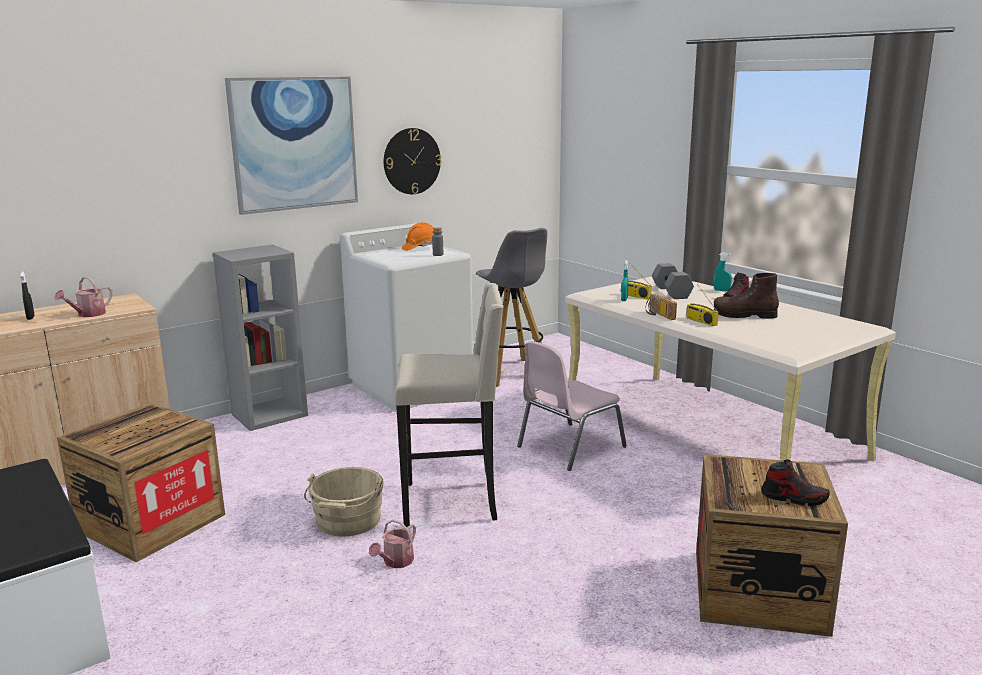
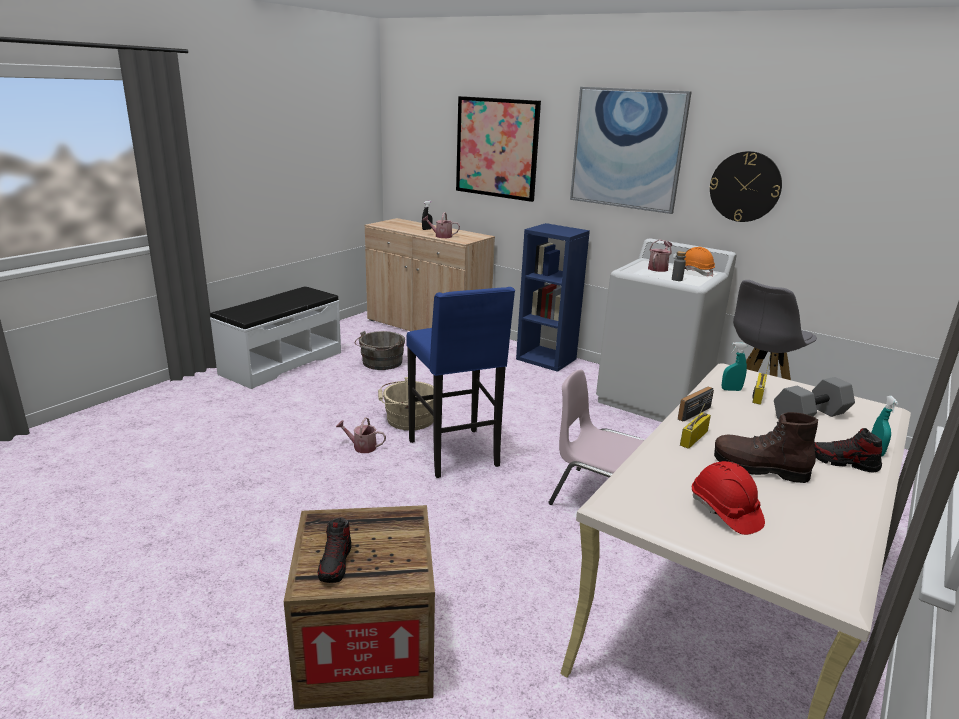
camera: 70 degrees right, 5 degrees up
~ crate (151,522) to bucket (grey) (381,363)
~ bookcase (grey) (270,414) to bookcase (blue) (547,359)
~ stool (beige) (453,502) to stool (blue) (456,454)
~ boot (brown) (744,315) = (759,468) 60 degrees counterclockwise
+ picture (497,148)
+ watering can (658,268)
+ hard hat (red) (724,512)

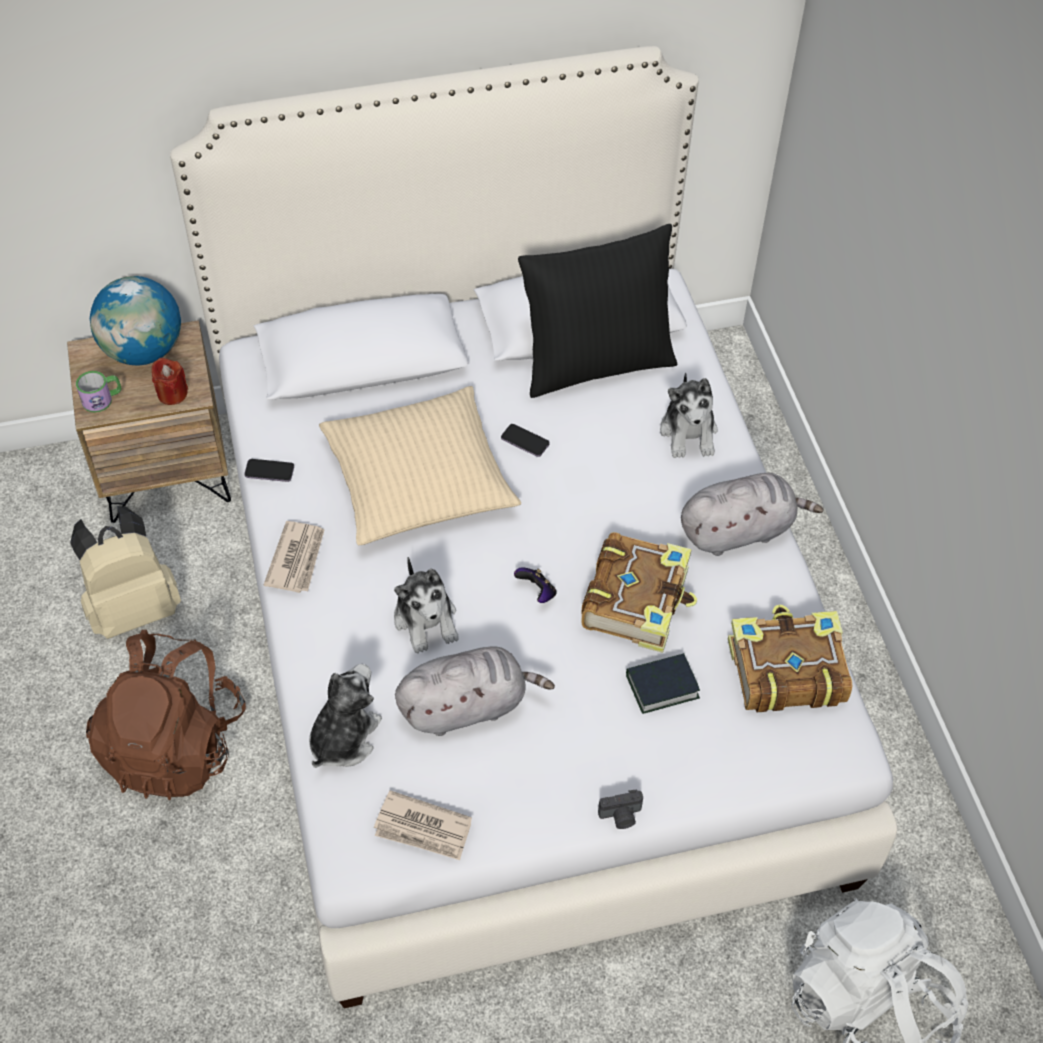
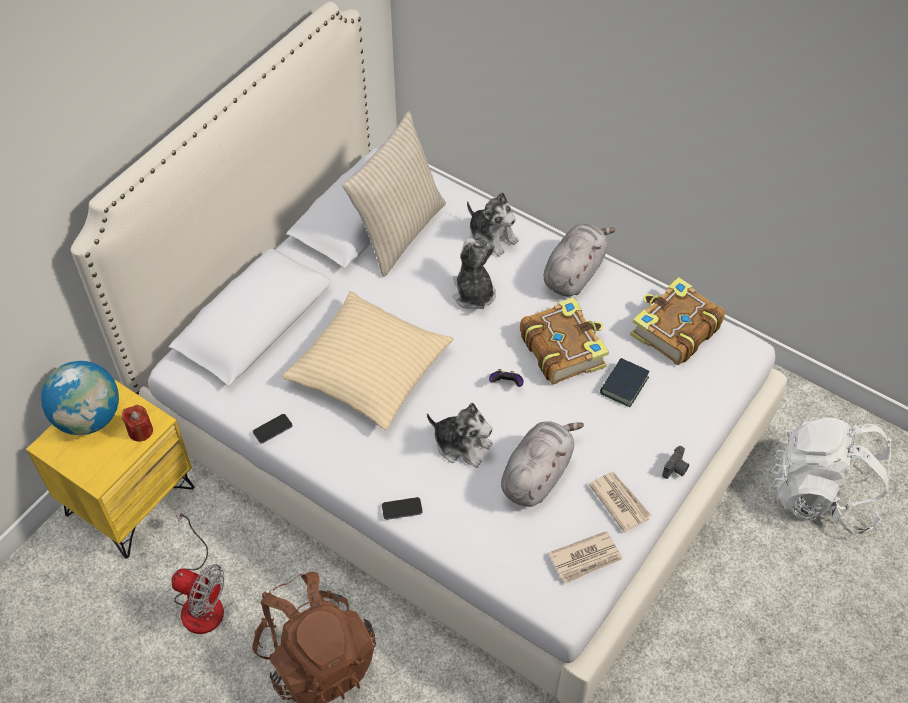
camera: 40 degrees left, 0 degrees up
~ nightstand (brown) (166,472) to nightstand (yellow) (129,500)
~ backpack (beige) (133,608) to fan (200,599)
- mug (102,399)
~ newspaper (297,559) to (619,501)
~ plush toy (343,737) to (473,293)
~ phone (525,441) to (402,509)
~ pillow (black) (595,362) to pillow (beige) (398,231)

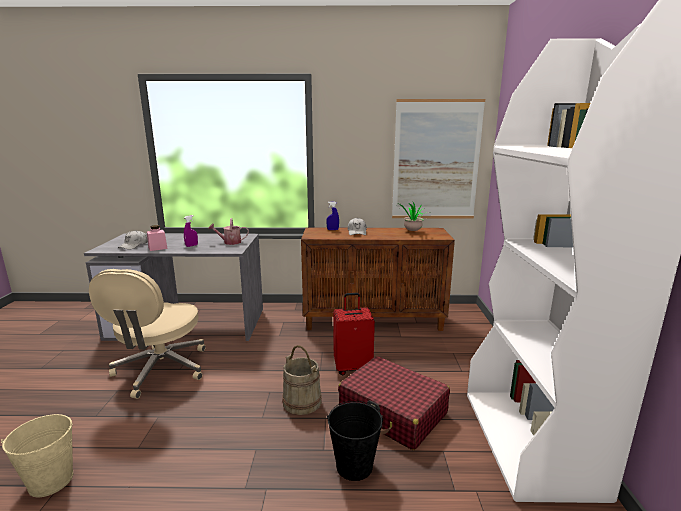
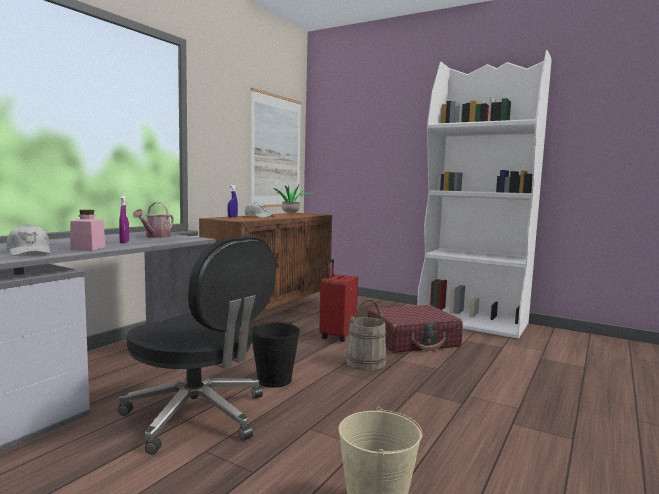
camera: 60 degrees left, 10 degrees down
~ office chair (beige) (160,370) to office chair (black) (198,416)
~ bucket (black) (354,466) to (274,380)

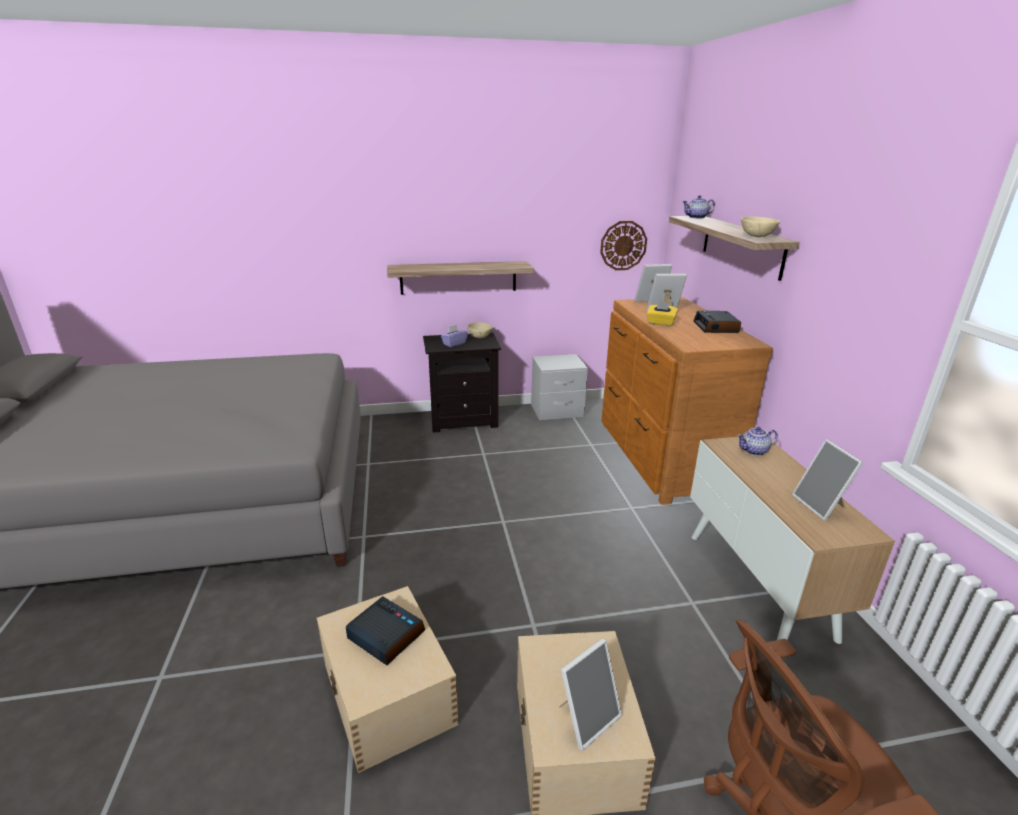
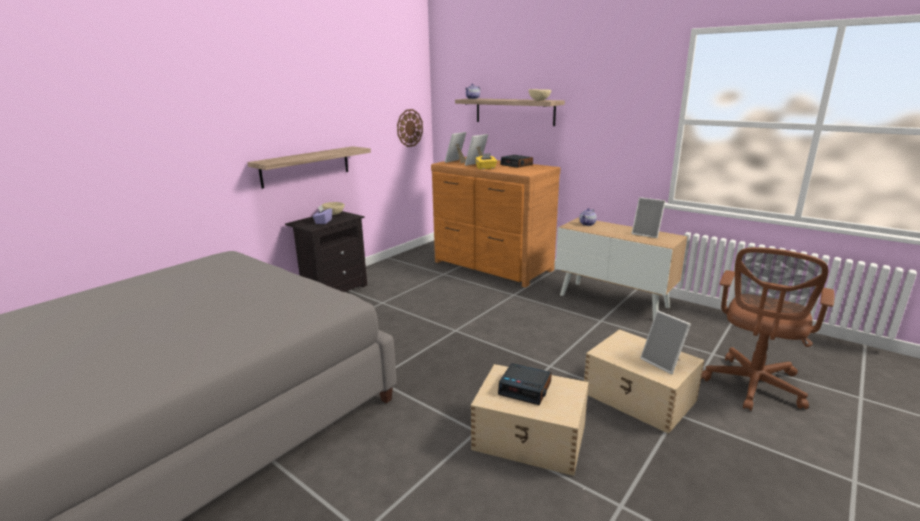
camera: 40 degrees left, 5 degrees down
~ alarm clock (385,635) = (525,388) 150 degrees counterclockwise
- nightstand (grey) (556,411)
~ picture frame (586,717) = (663,362) 135 degrees clockwise

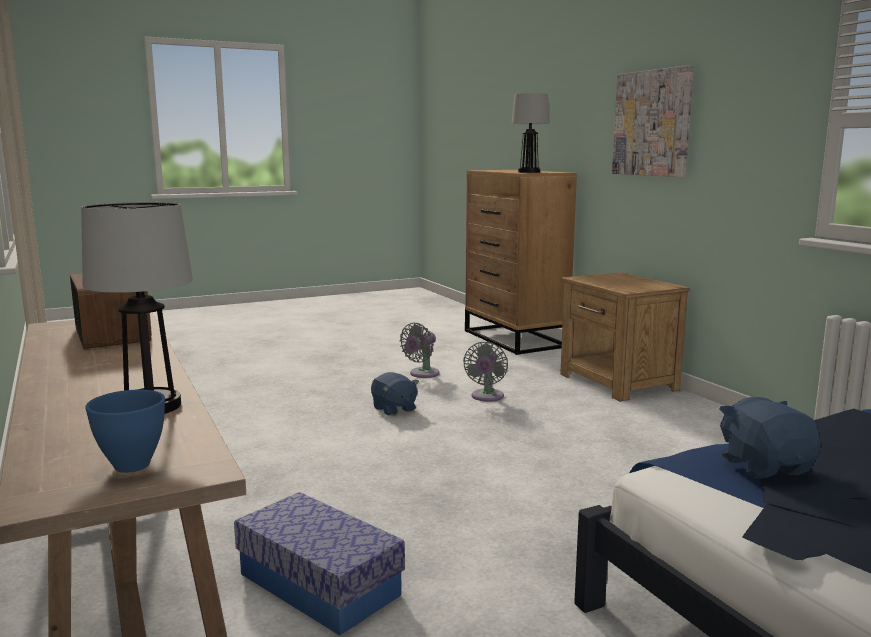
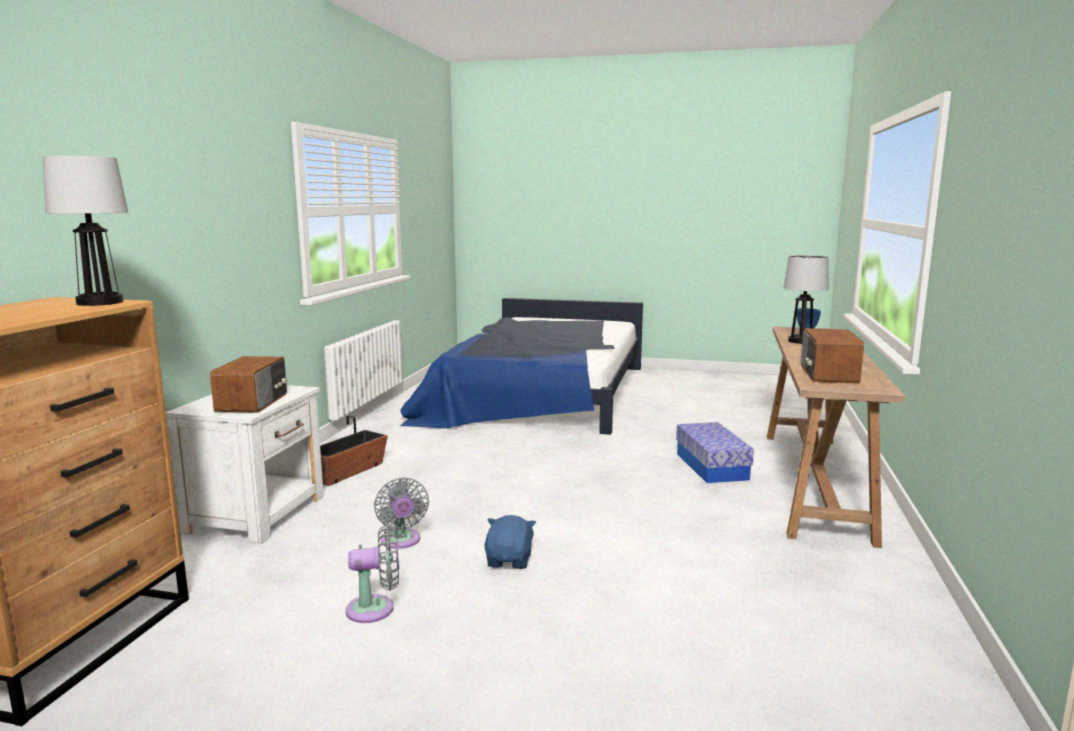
camera: 140 degrees left, 0 degrees up
~ fan (grey) (486,397) = (401,541) 105 degrees clockwise
~ nightstand (brown) (618,382) to nightstand (white) (258,513)
- picture (652,123)
- plush toy (blue) (765,466)
+ radio (253,402)
+ planter (348,472)

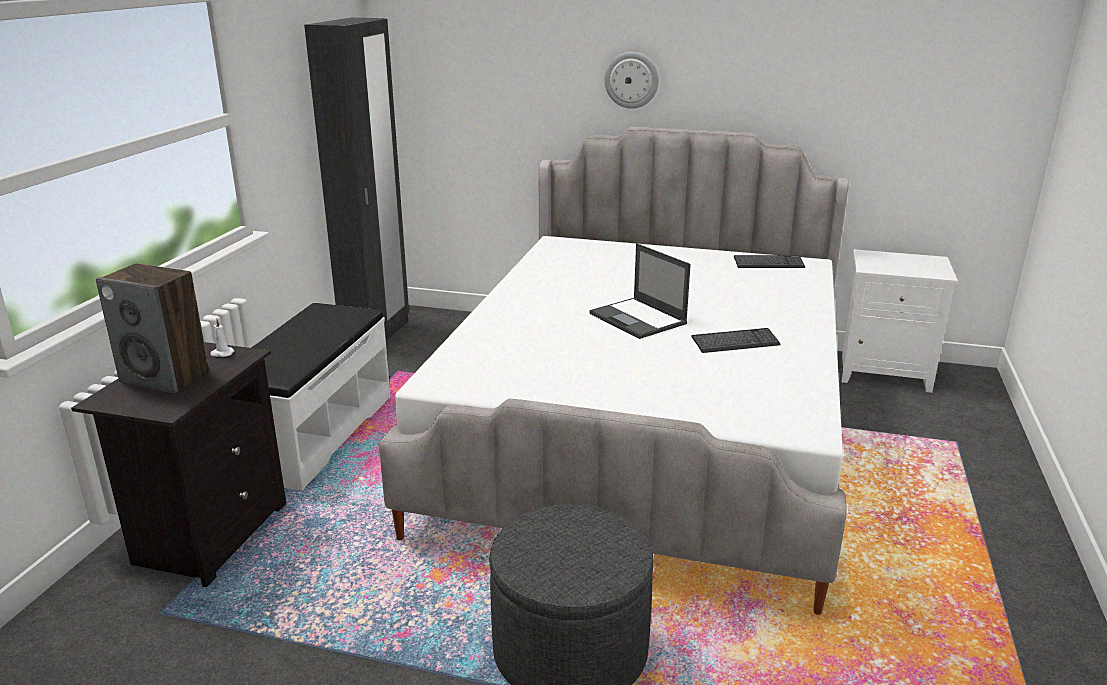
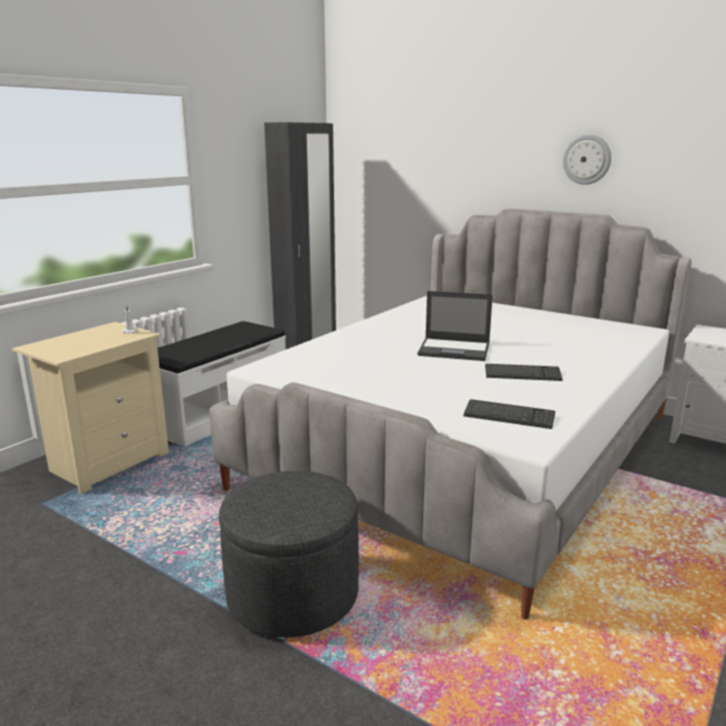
camera: 20 degrees right, 5 degrees down
~ nightstand (black) (209,535) to nightstand (beige) (107,463)
- speaker (166,377)
~ laptop (638,319) = (455,350) 60 degrees counterclockwise
~ wall clock (631,80) to (587,159)
~ keyboard (768,263) to (509,416)

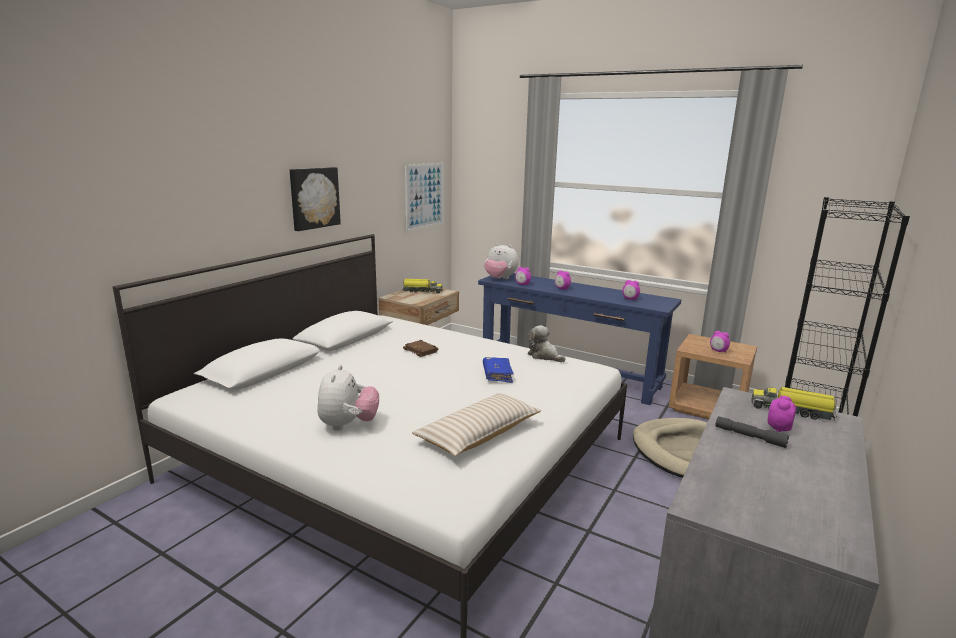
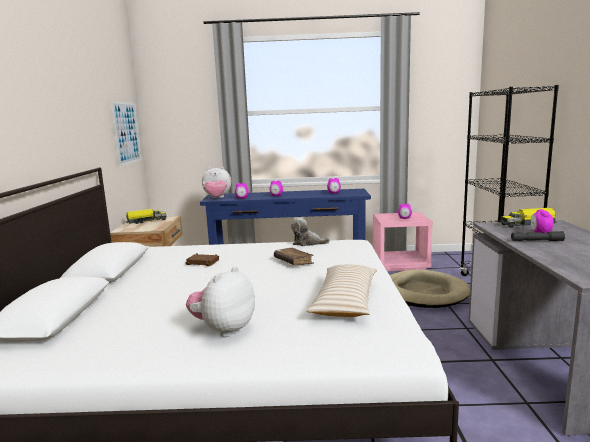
camera: 30 degrees left, 5 degrees down
- picture (314,198)
~ plush toy (348,425) = (223,329) 120 degrees counterclockwise
~ book (blue) (497,375) to book (brown) (293,262)
~ nightstand (brown) (708,408) to nightstand (pink) (400,264)

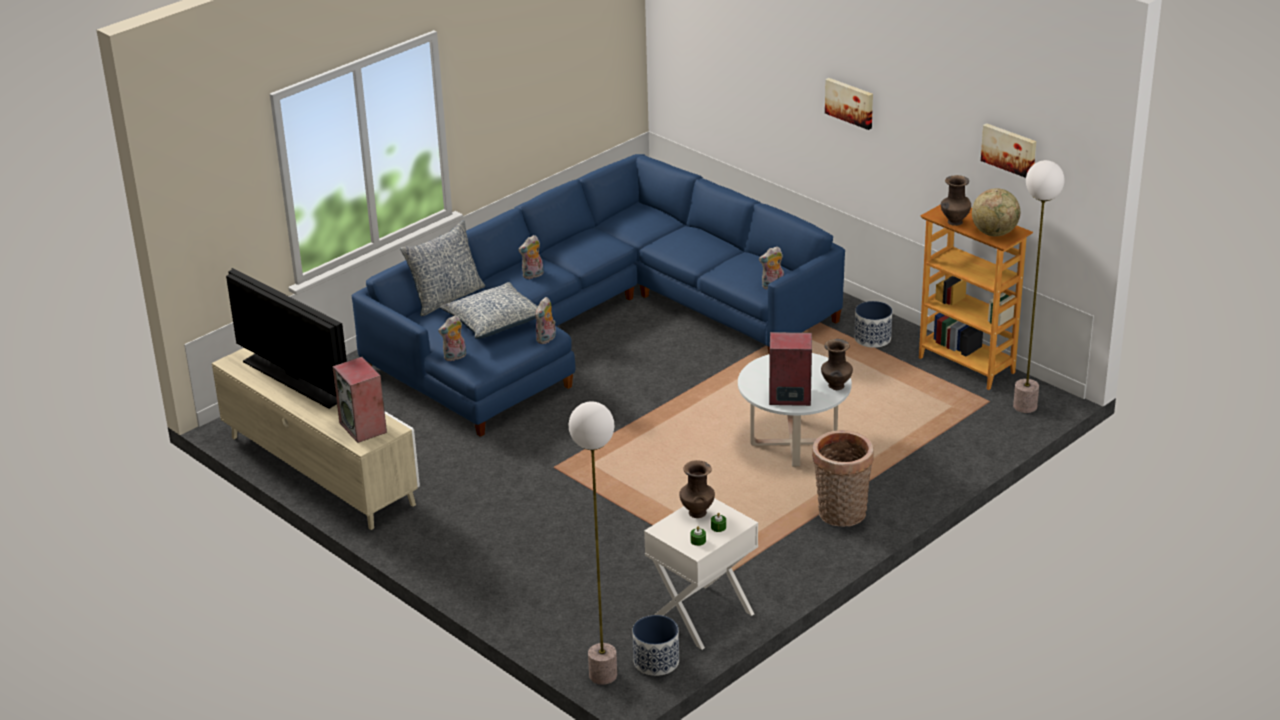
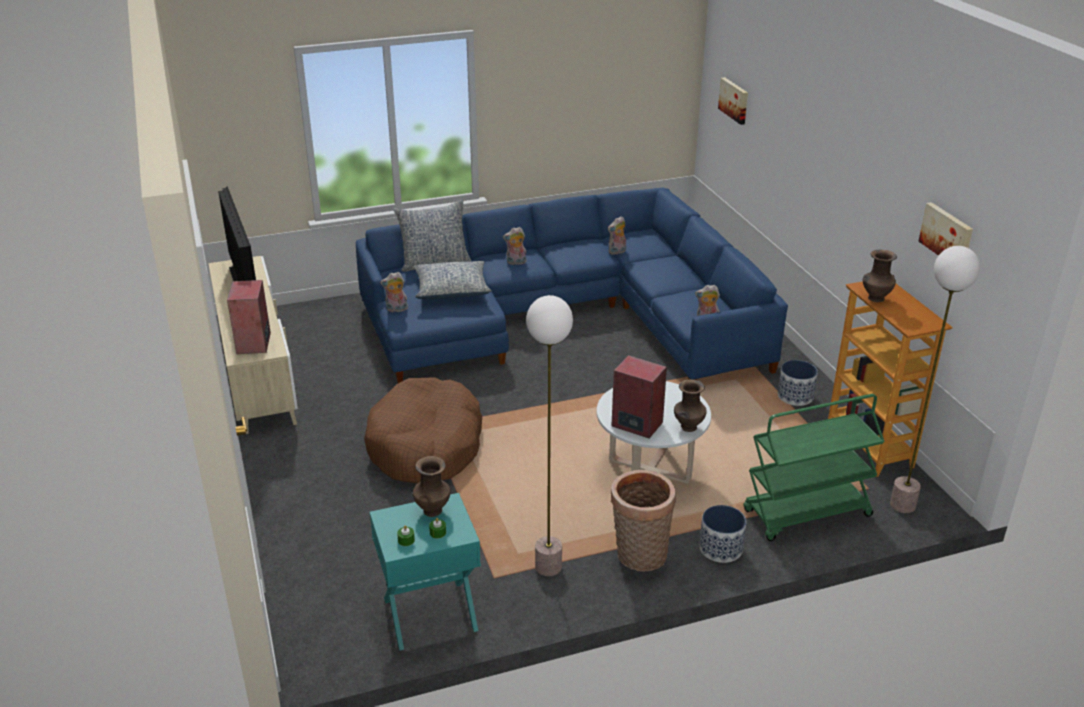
camera: 25 degrees right, 0 degrees up
~ plush toy (546,339) to (617,252)
~ floor lamp (603,675) to (549,566)
~ planter (656,661) to (720,548)
~ nightstand (white) (703,616) to nightstand (turquoise) (430,615)
~ picture (850,102) to (734,100)
- globe (994,233)
+ dog bed (brown) (426,446)
+ cart (green) (806,514)

